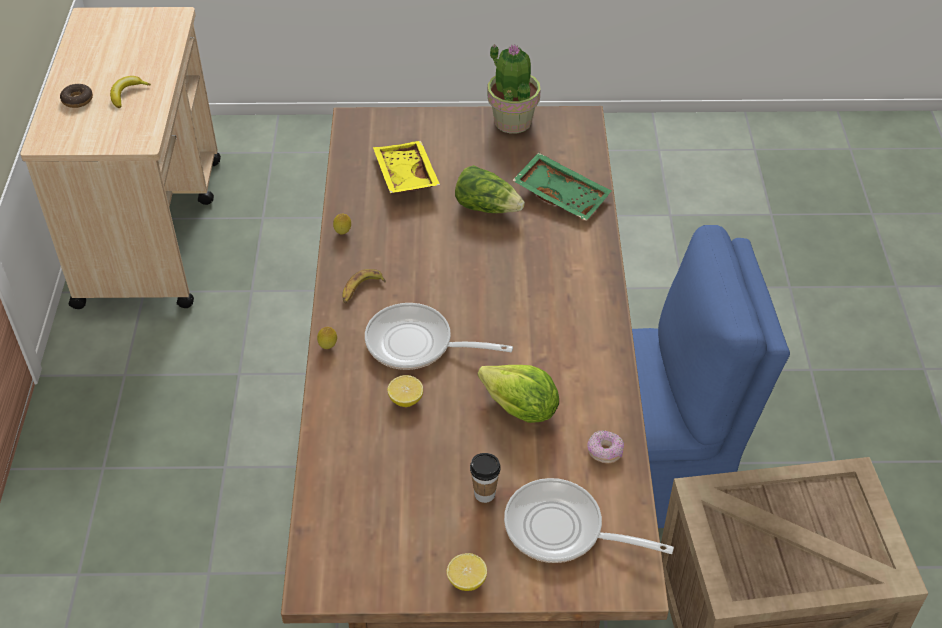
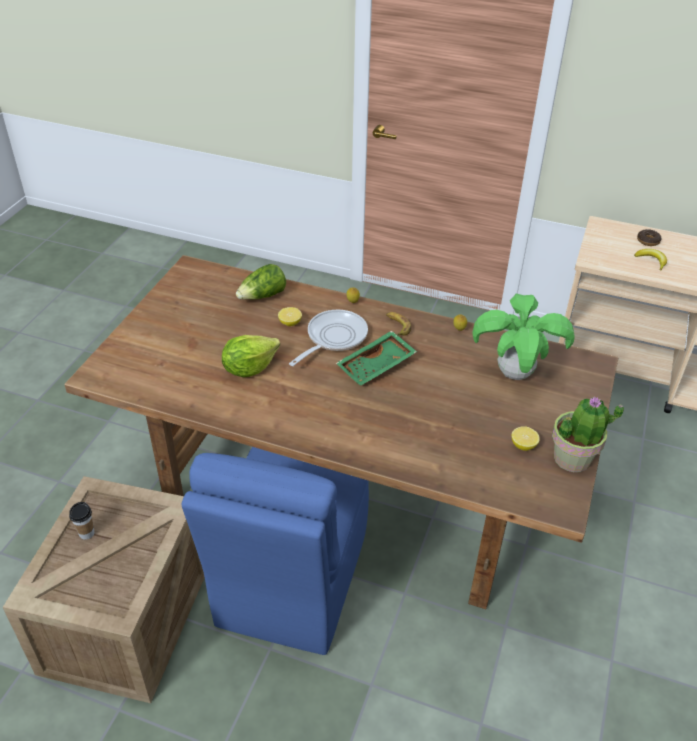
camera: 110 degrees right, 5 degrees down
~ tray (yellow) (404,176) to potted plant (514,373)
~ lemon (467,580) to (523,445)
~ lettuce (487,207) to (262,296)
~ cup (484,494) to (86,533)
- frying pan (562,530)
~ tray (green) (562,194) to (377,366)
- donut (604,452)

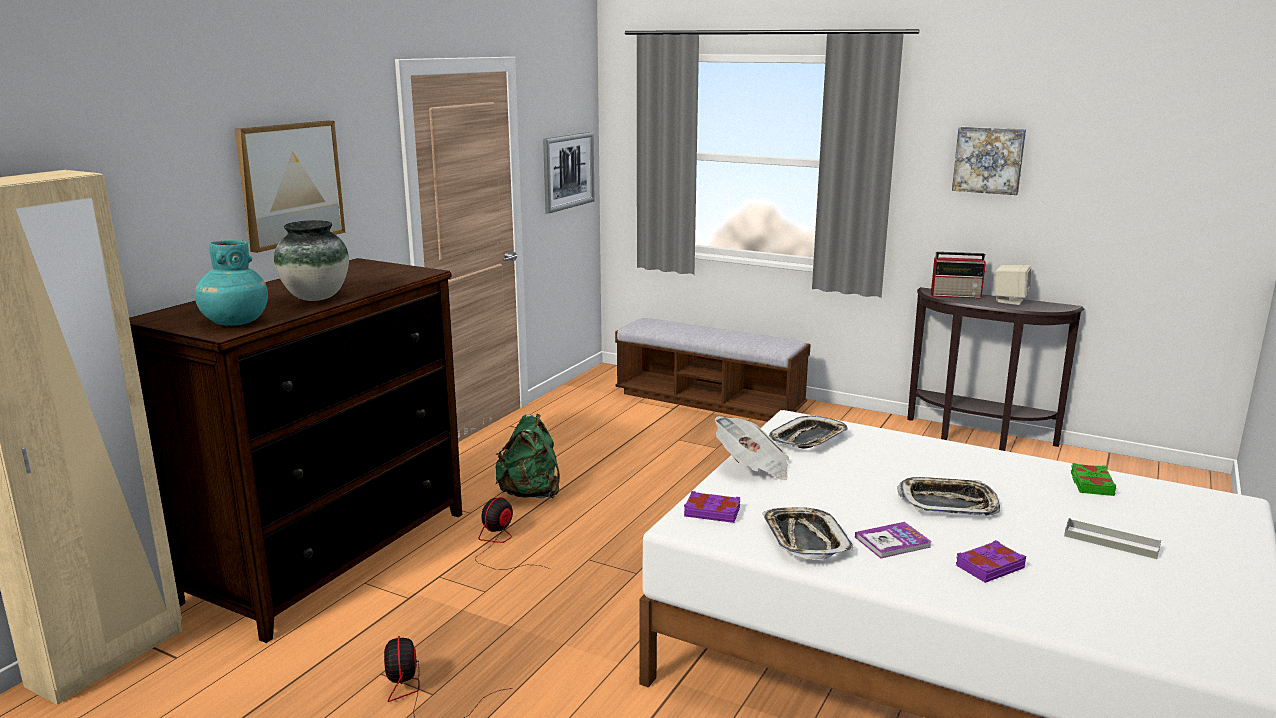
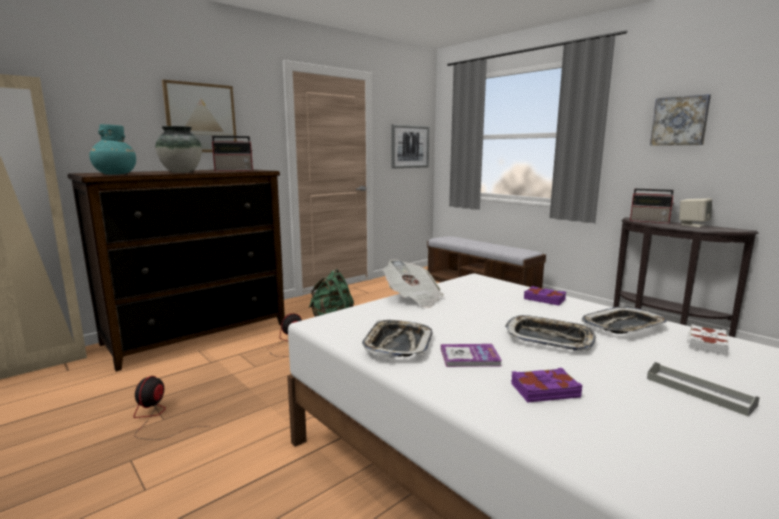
camera: 20 degrees right, 5 degrees down
~ book (purple) (712,512) to (544,299)
~ tray (808,439) to (623,326)
~ book (green) (1091,484) to book (white) (706,344)
+ radio (234,170)

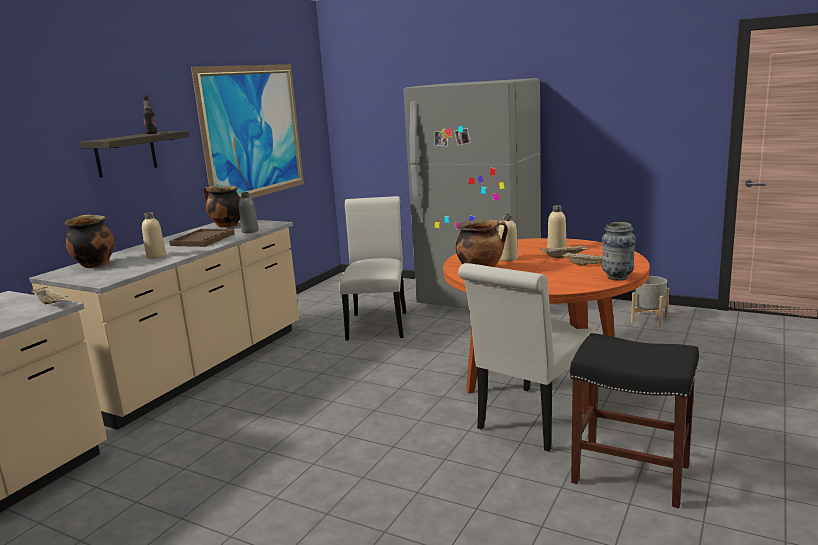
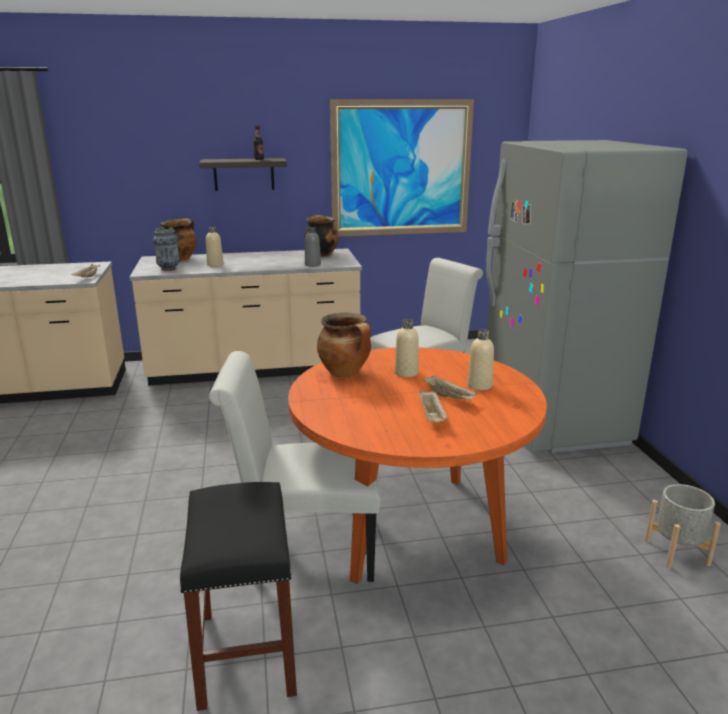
camera: 50 degrees right, 5 degrees up
- tray (brown) (203,239)
~ vase (617,277) to (168,269)

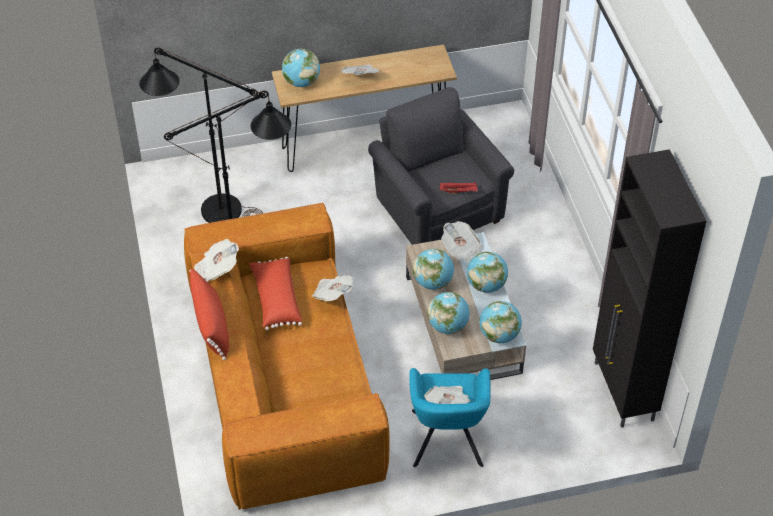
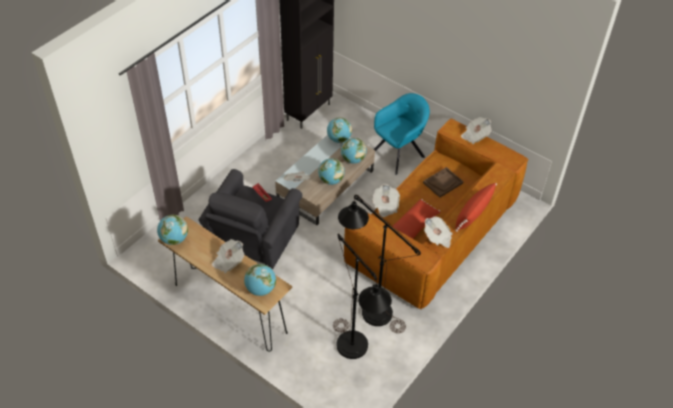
camera: 130 degrees left, 0 degrees up
~ newspaper (448,403) to (475,136)
~ globe (486,285) to (174,239)
+ tray (brown) (443,183)

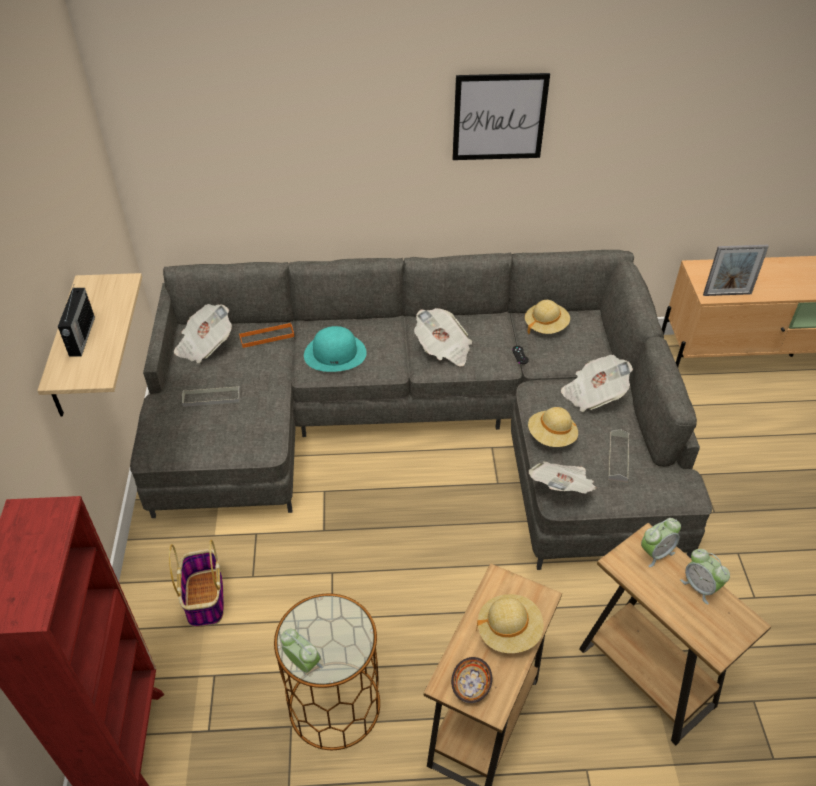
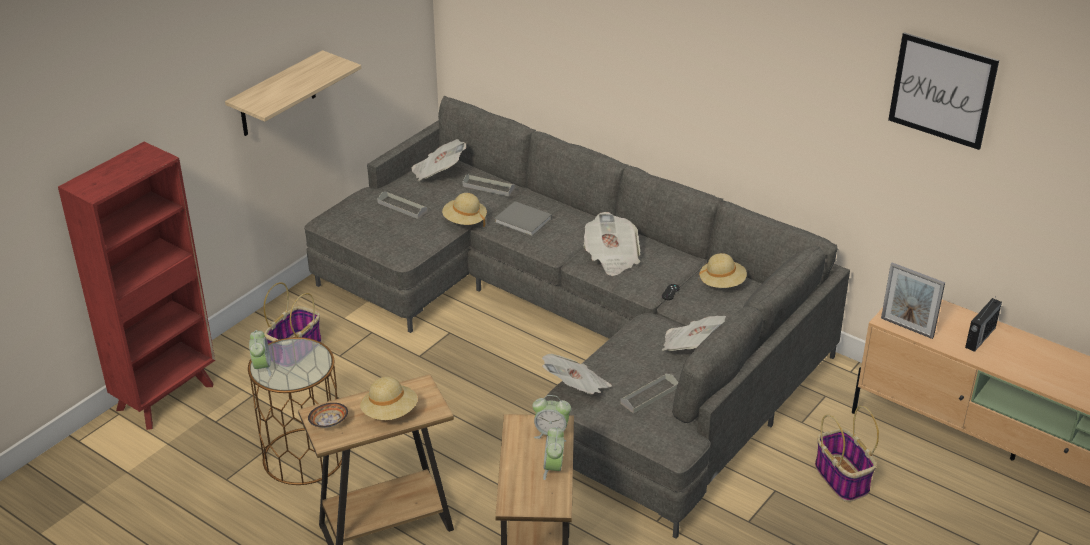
camera: 40 degrees right, 10 degrees down
~ radio (81,337) to (979,338)
~ tray (orange) (267,337) to tray (grey) (488,187)
~ hat (turquoise) (335,353) to book (grey) (524,221)
~ picture (499,117) to (942,90)
~ hat (beige) (551,437) to (464,221)
+ basket (842,479)

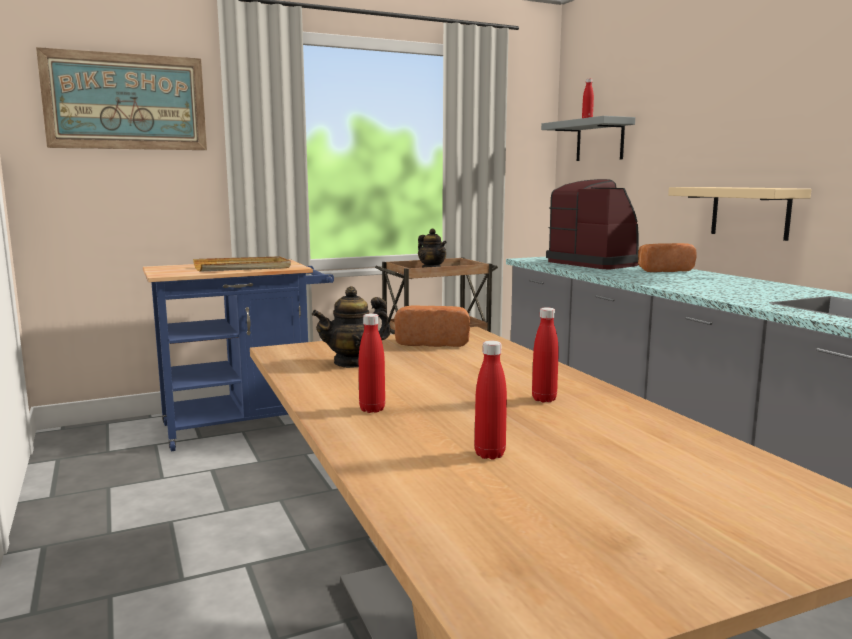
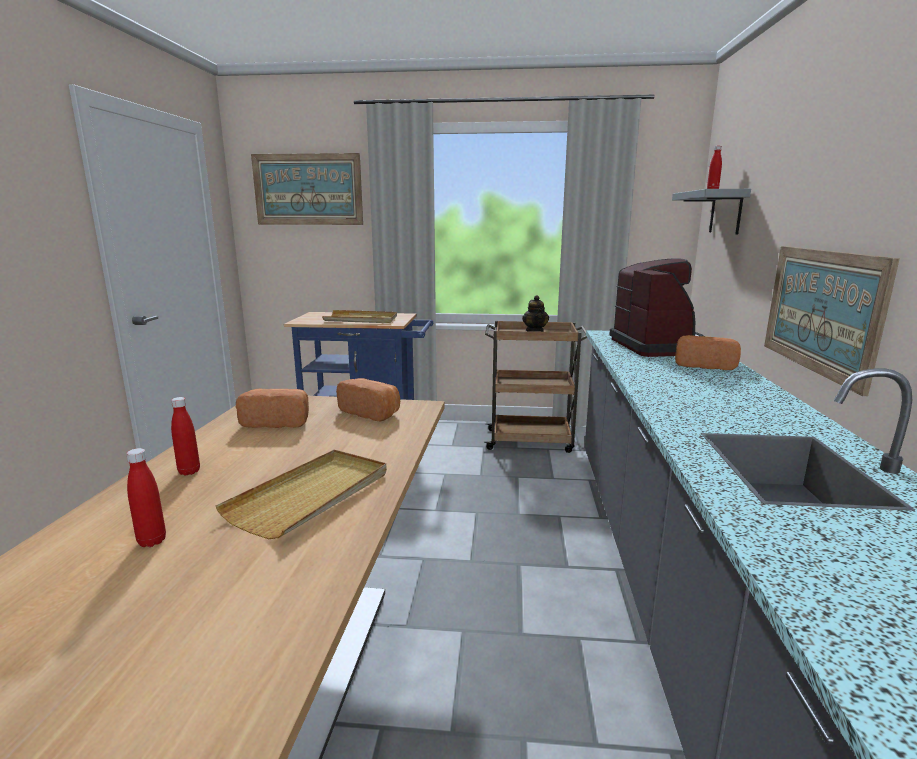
camera: 30 degrees right, 5 degrees up
~ teapot (353,362) to bread (278,422)
~ bottle (red) (544,399) to tray (beige) (311,495)
~ shelf (beige) (750,212) to picture (821,311)

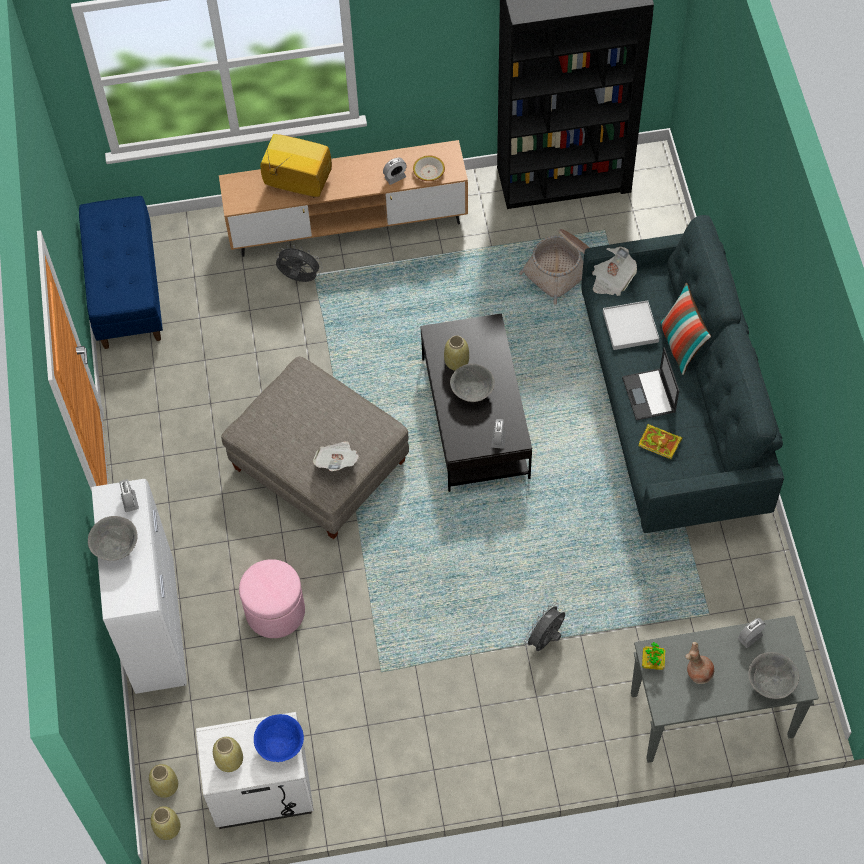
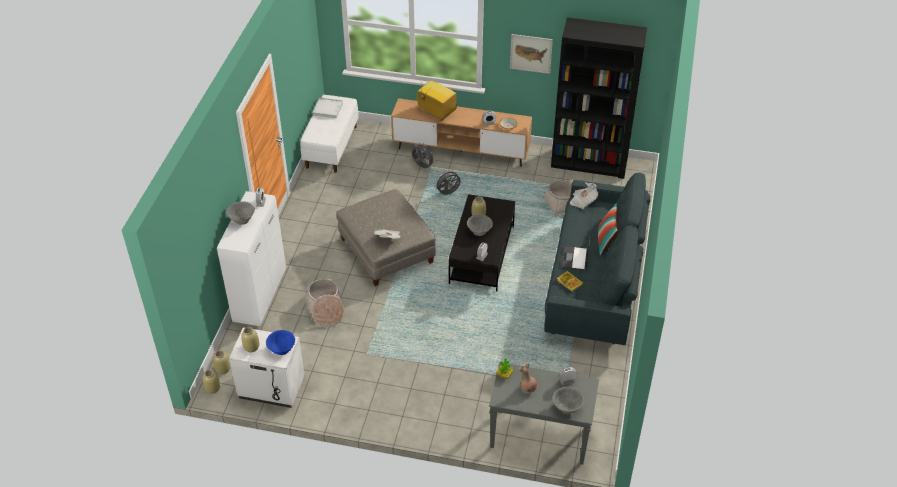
camera: 20 degrees right, 15 degrees down
~ bench (blue) (126,290) to bench (white) (331,146)
~ ottoman (pink) (275,611) to basket (325,309)
~ fan (grey) (545,639) to (448,193)
~ tray (white) (630,327) to (328,109)
+ picture (531,53)

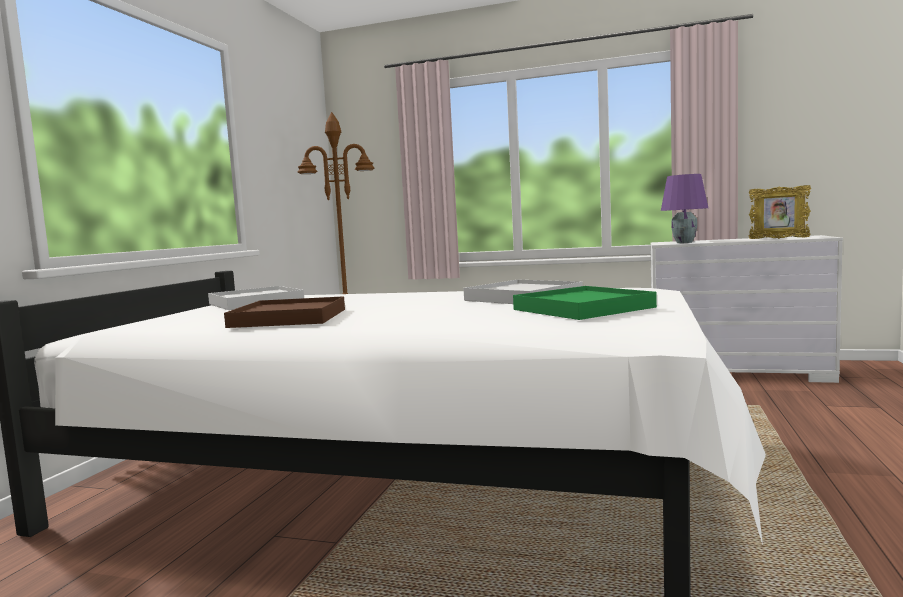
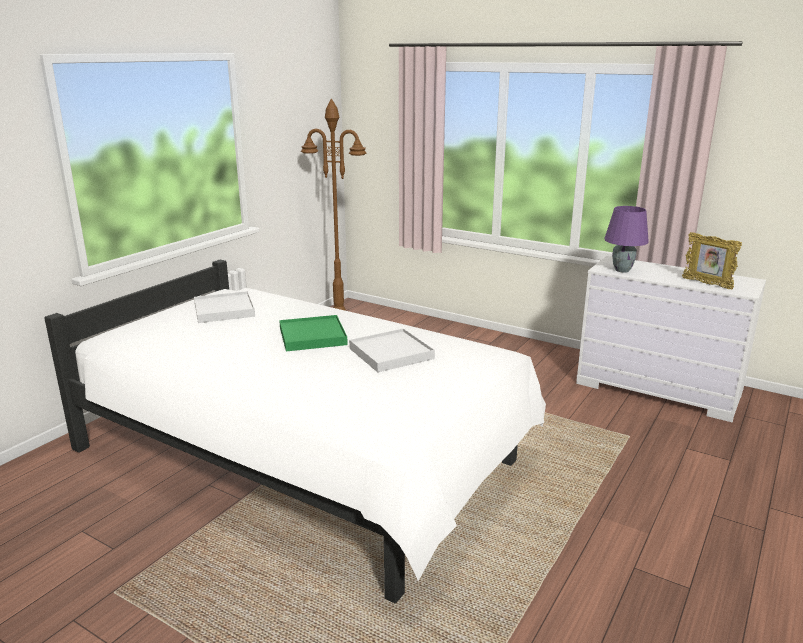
camera: 15 degrees right, 15 degrees up
- tray (brown) (289,318)
~ tray (green) (583,308) to (313,336)

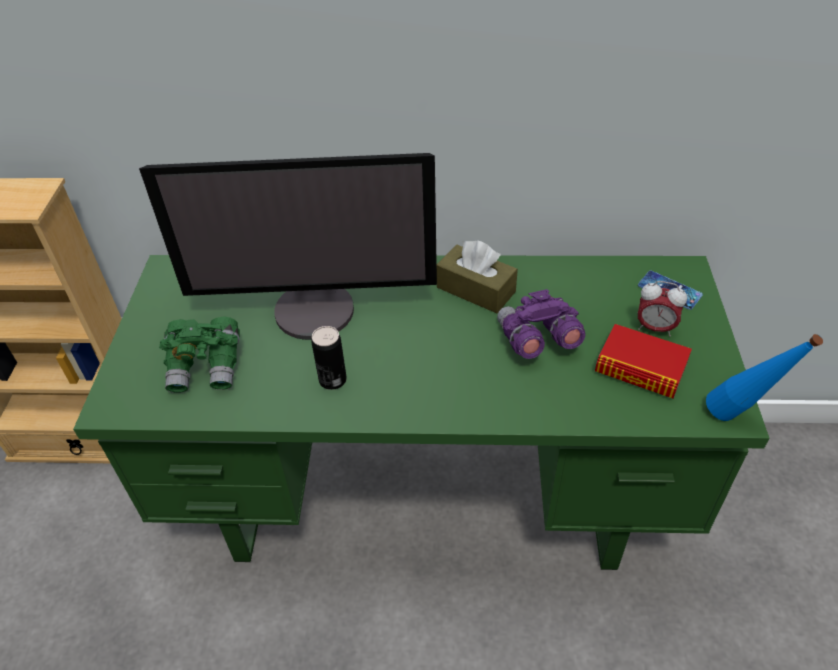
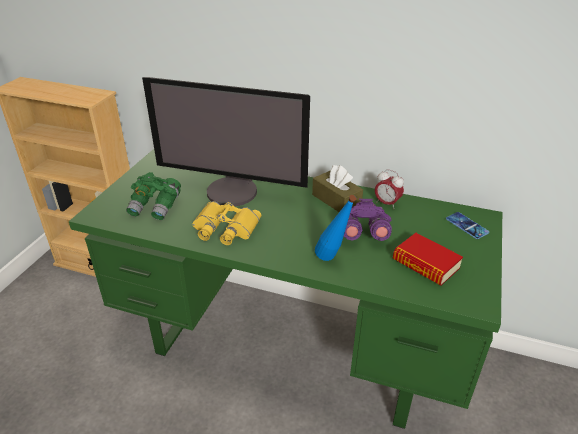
camera: 15 degrees right, 10 degrees down
~ can (332,380) to binoculars (yellow) (224,228)
~ alarm clock (654,328) to (387,204)
~ bottle (blue) (738,419) to (332,261)

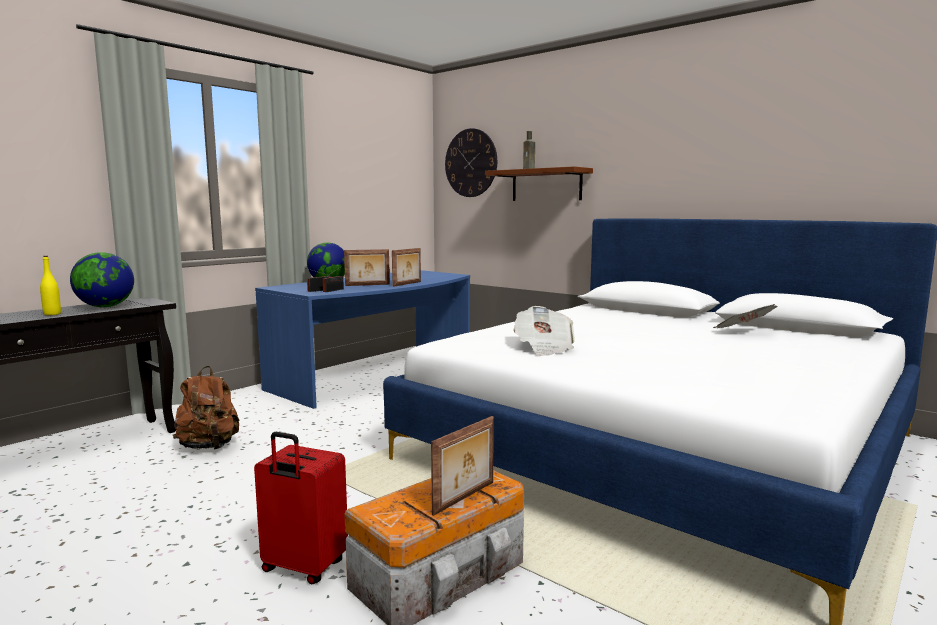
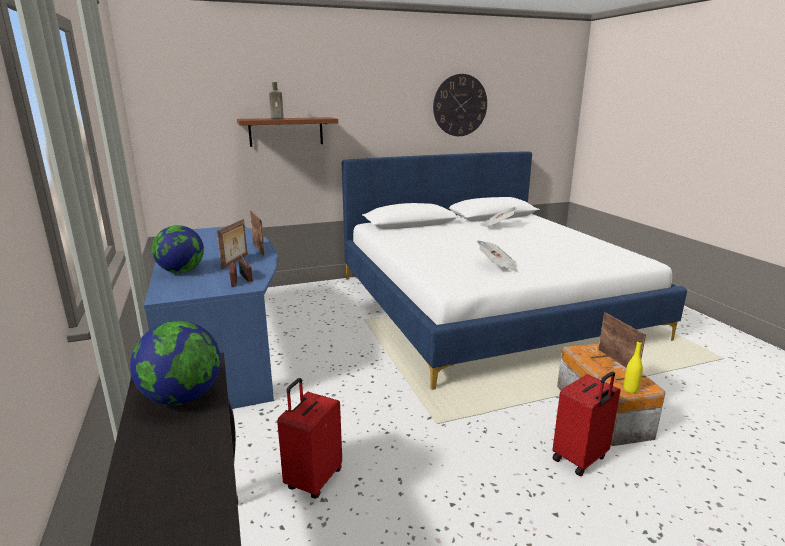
camera: 60 degrees left, 10 degrees up
~ bottle (yellow) (52,314) to (630,389)
~ backpack (brown) (209,447) to suitcase (red) (313,479)
~ wall clock (471,163) to (460,105)

